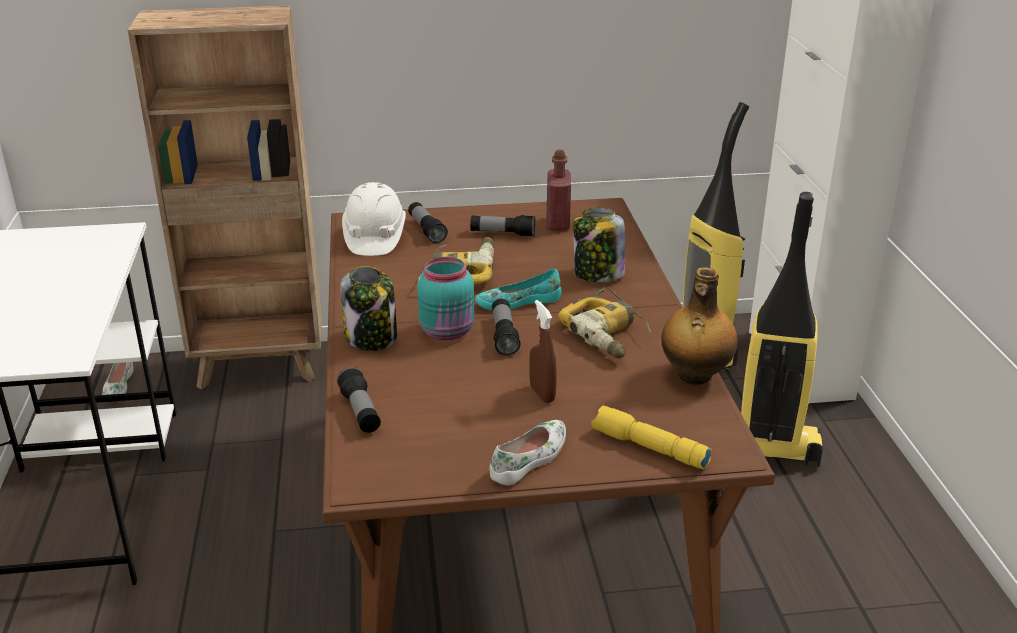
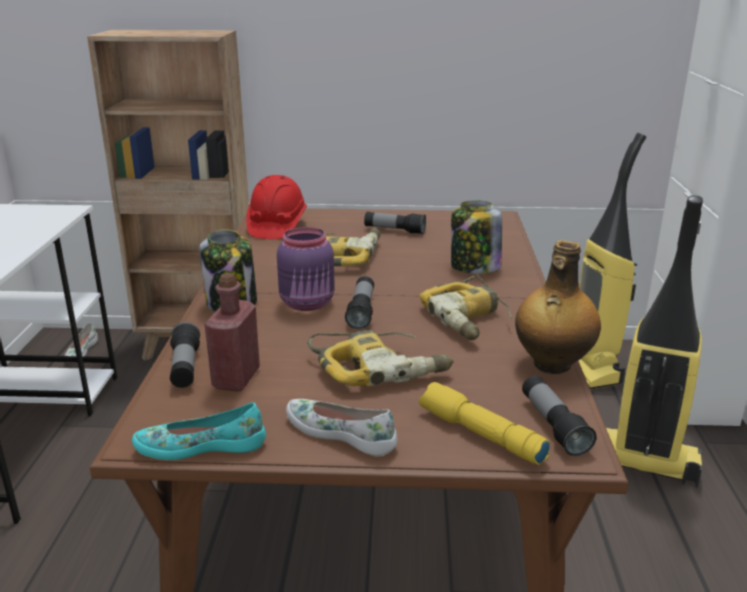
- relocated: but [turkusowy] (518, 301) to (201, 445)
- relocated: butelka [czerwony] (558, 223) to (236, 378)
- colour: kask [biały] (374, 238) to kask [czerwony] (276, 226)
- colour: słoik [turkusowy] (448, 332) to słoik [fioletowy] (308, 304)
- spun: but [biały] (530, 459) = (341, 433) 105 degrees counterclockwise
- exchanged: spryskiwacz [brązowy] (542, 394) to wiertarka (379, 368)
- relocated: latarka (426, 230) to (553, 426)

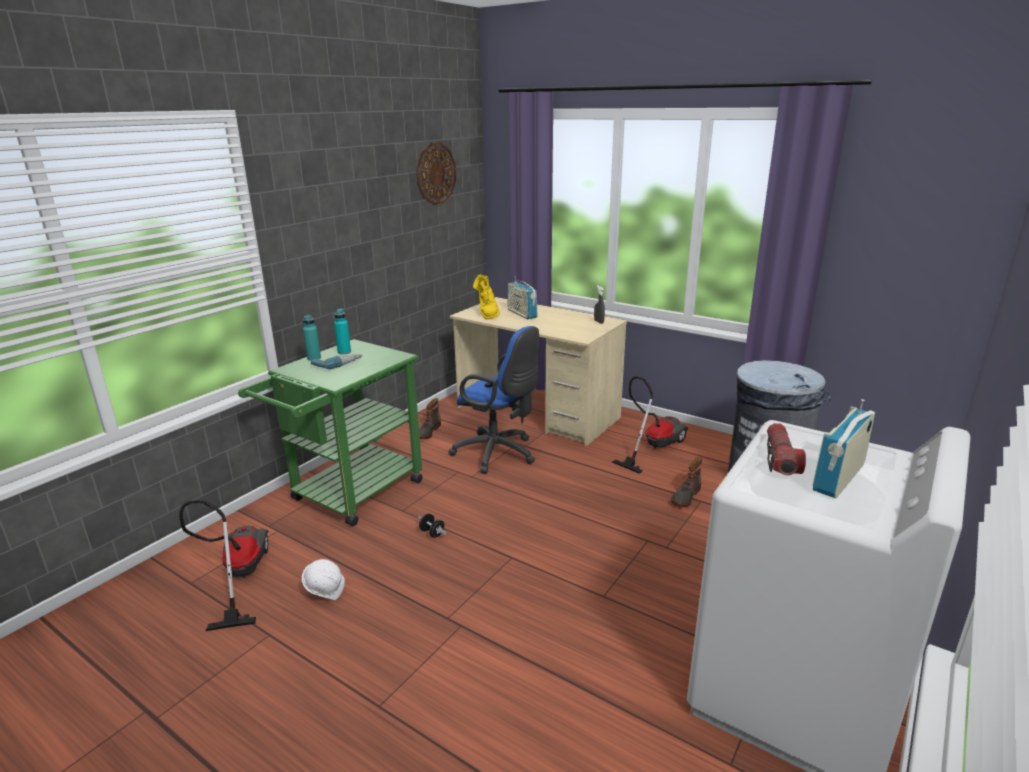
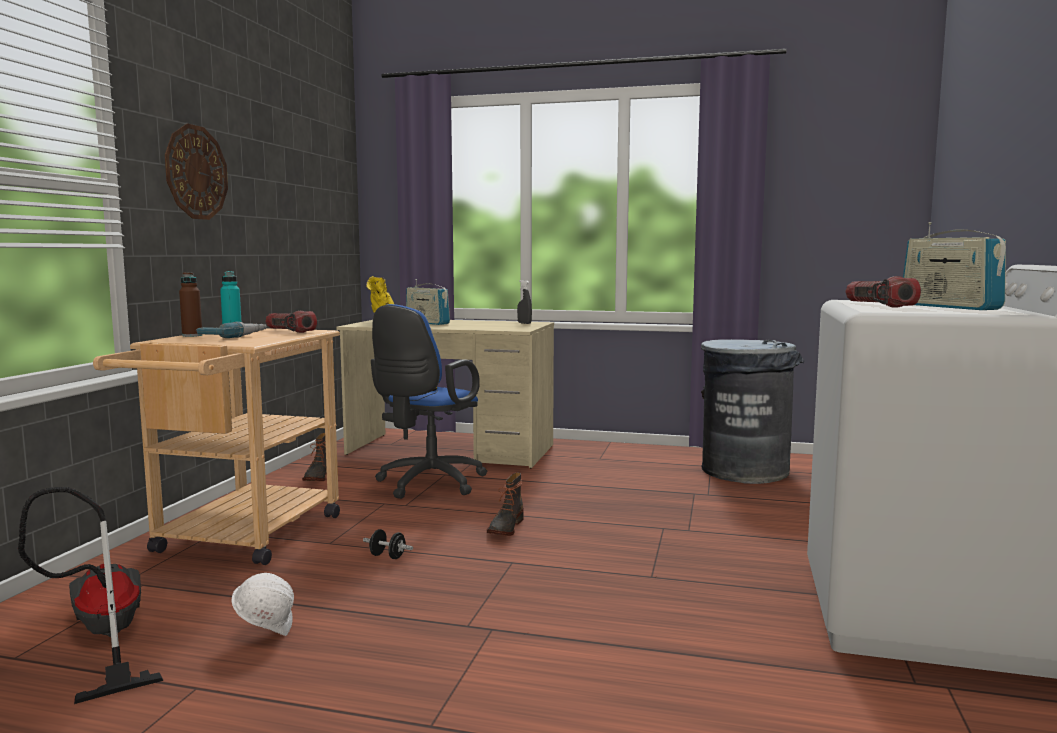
- colour: wózek [zielony] (350, 495) to wózek [beżowy] (240, 539)
- relocated: zegar ścienny (435, 173) to (196, 172)
- colour: butelka [turkusowy] (314, 358) to butelka [brązowy] (192, 335)
- appeared: latarka (289, 331)
- spun: krzesło biurowe [niebieski] (498, 454) = (427, 484) 105 degrees clockwise
- relocated: but z cholewką (685, 496) to (505, 527)
- spun: radio (838, 478) = (949, 307) 45 degrees counterclockwise
- missing: odkurzacz (652, 446)

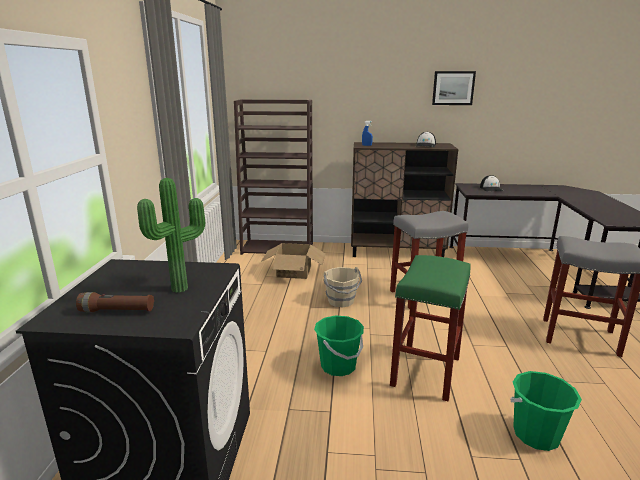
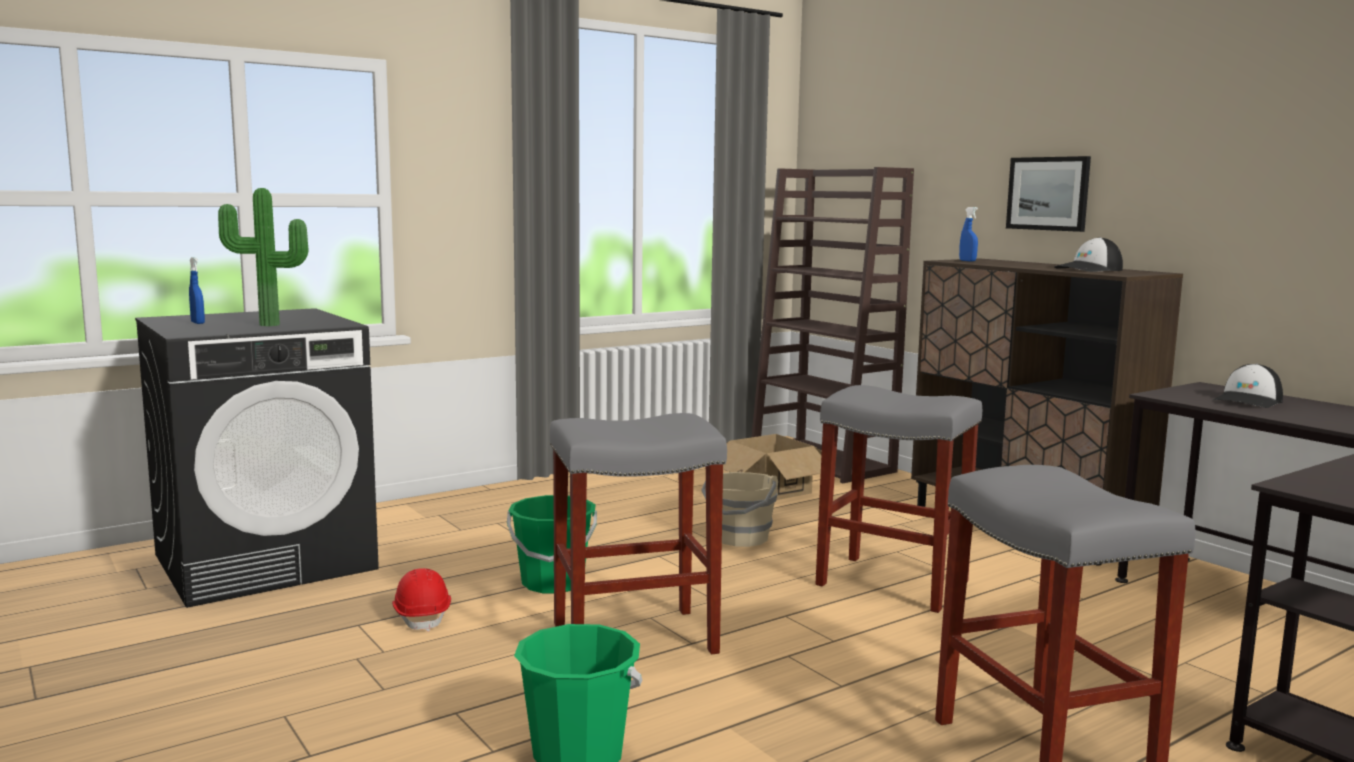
- exchanged: latarka [brązowy] (117, 311) to spryskiwacz [niebieski] (198, 323)
- appeared: kask [czerwony] (422, 616)
- colour: stołek [zielony] (425, 370) to stołek [szary] (636, 637)
- relocated: obraz (453, 88) to (1048, 193)

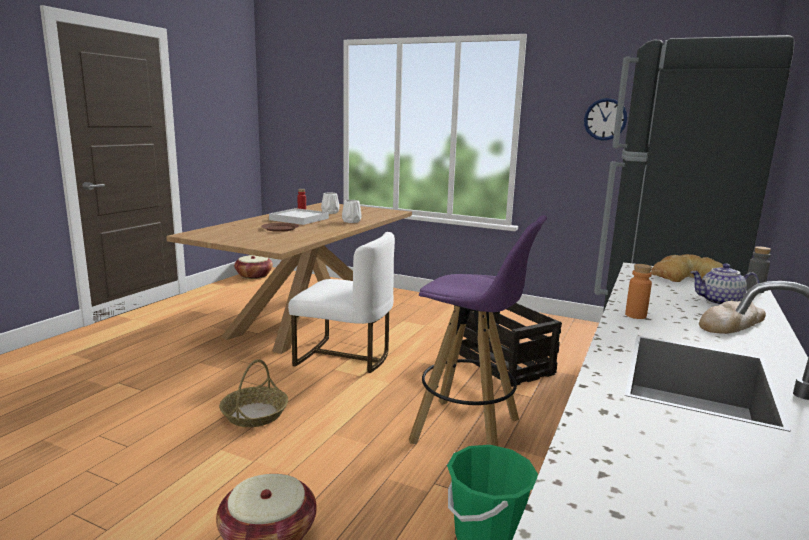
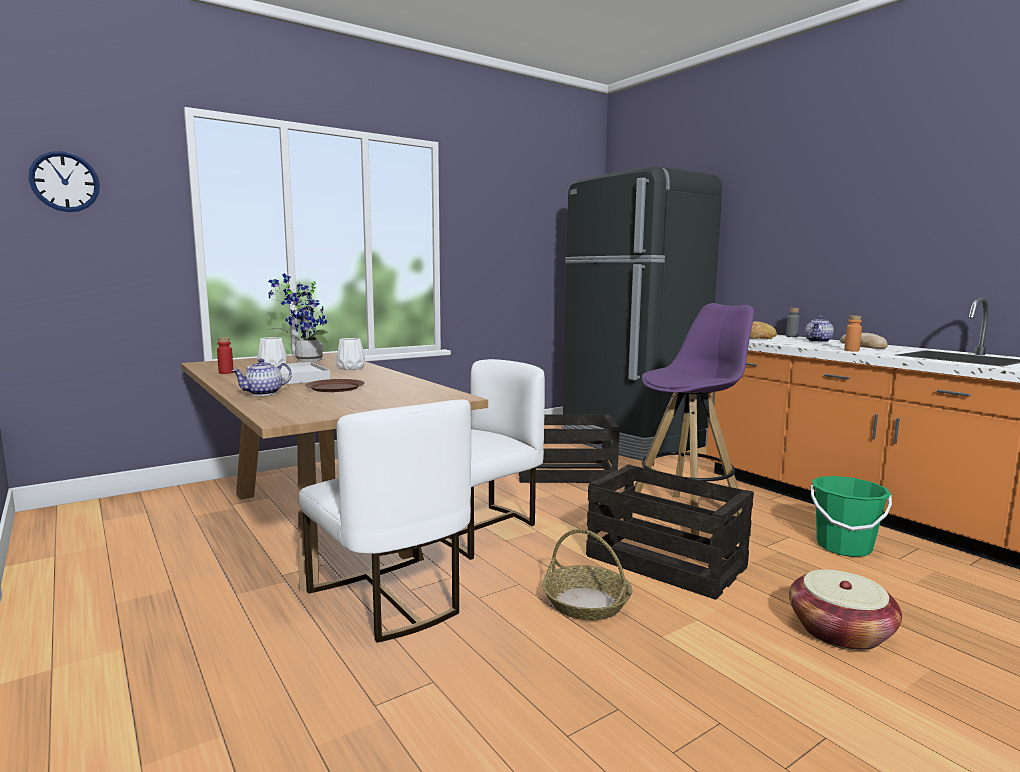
- relocated: zegar ścienny (605, 119) to (65, 182)
- appeared: imbryk (263, 393)
- appeared: roślina doniczkowa (305, 361)
- appeared: krzesło [biały] (389, 599)
- appeared: skrzynka (667, 562)
- missing: koszyk (254, 276)

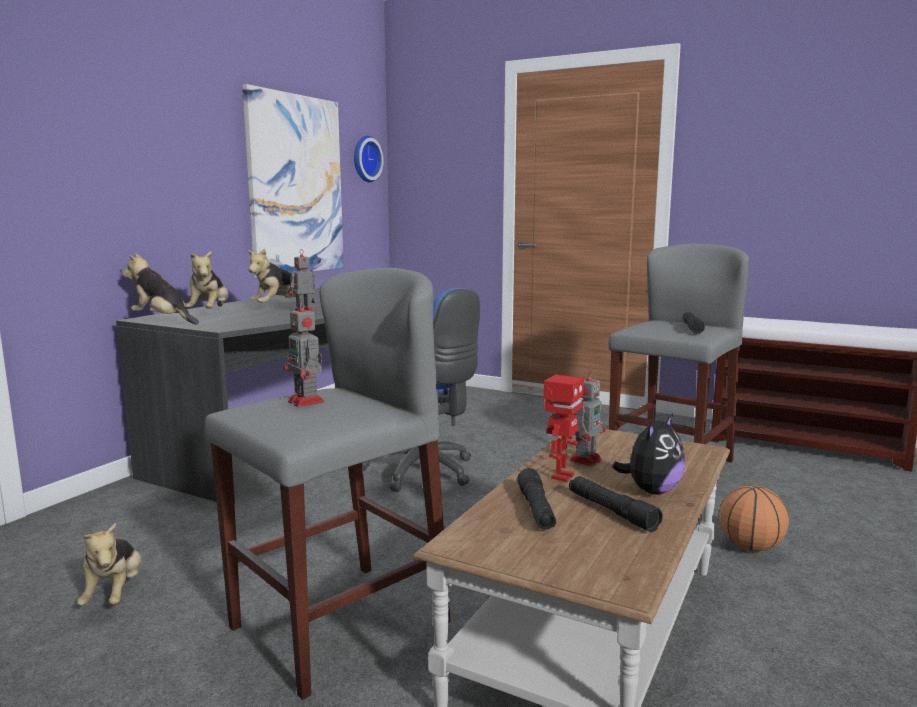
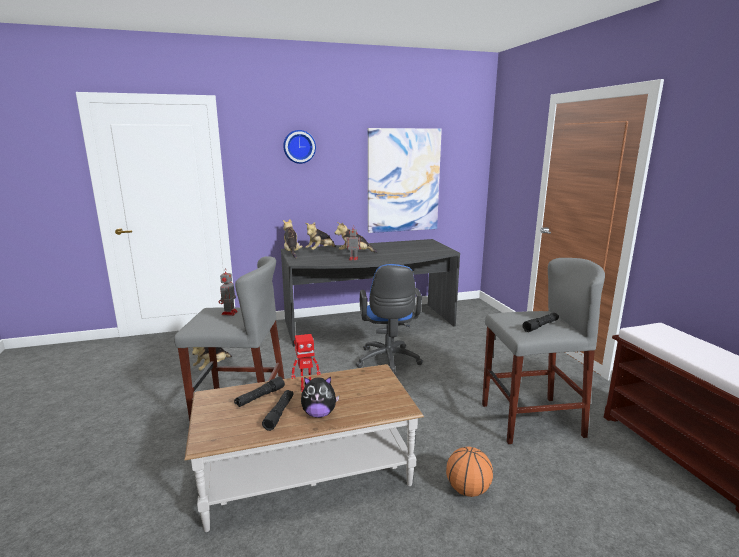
- relocated: zegar ścienny (364, 159) to (299, 146)
- missing: robot zabawkowy (586, 459)

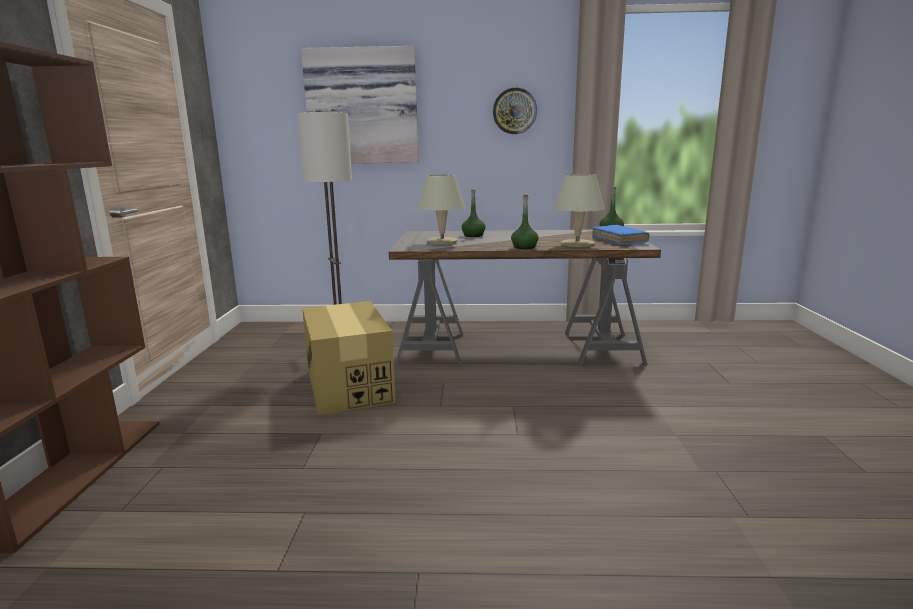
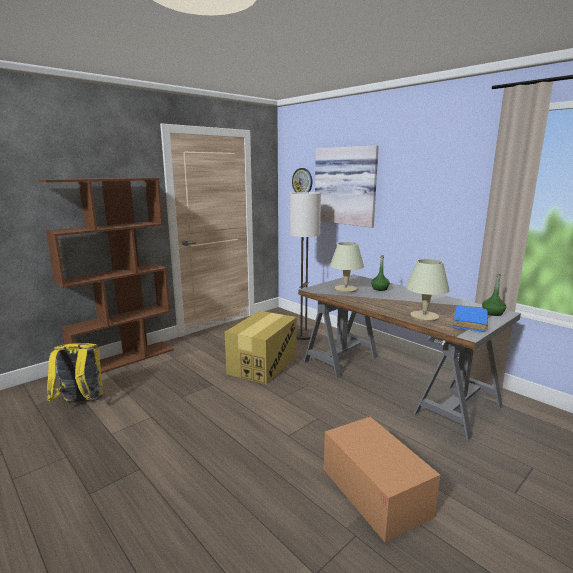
- appeared: plecak [żółty] (81, 402)
- relocated: zegar ścienny (514, 111) to (302, 181)
- appeared: karton (375, 491)
- missing: butelka [zielony] (524, 247)

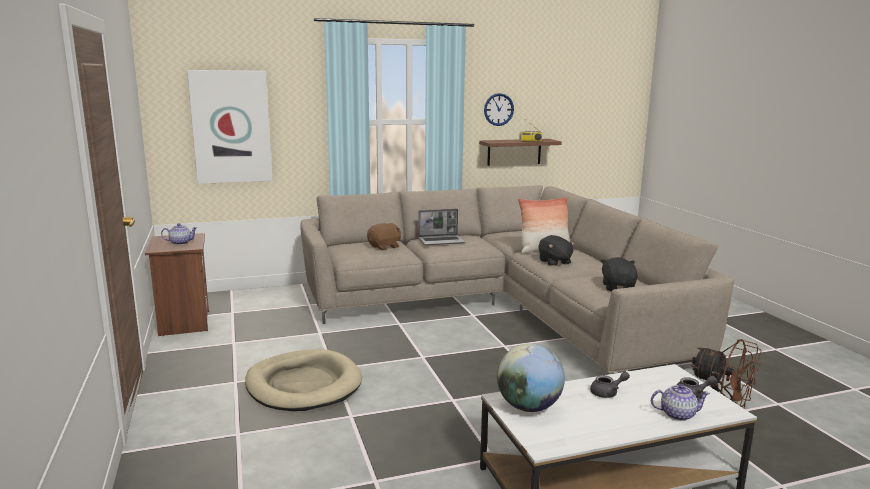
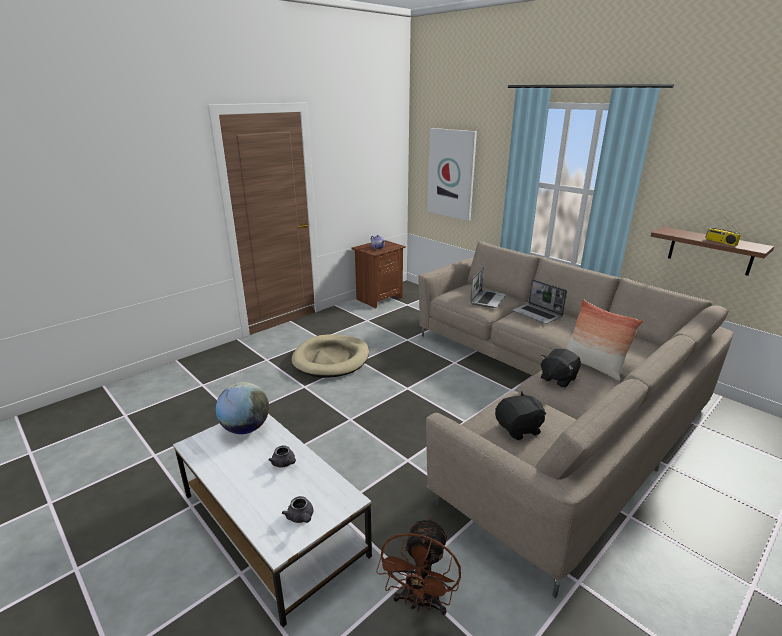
- exchanged: pluszak [brązowy] (384, 247) to laptop (487, 299)
- missing: zegar ścienny (498, 109)
- missing: imbryk (677, 414)

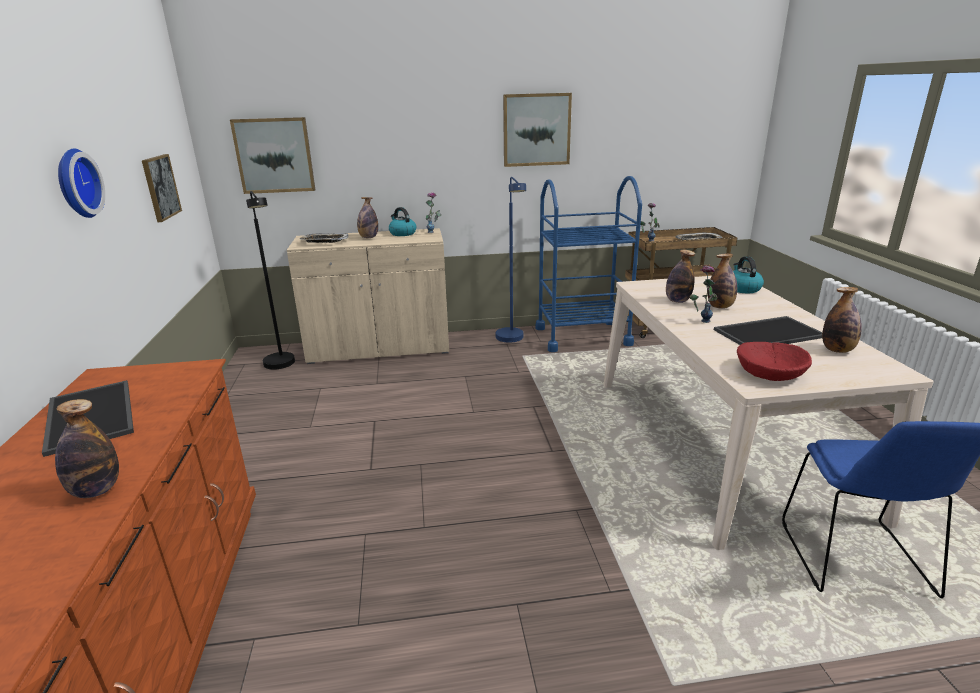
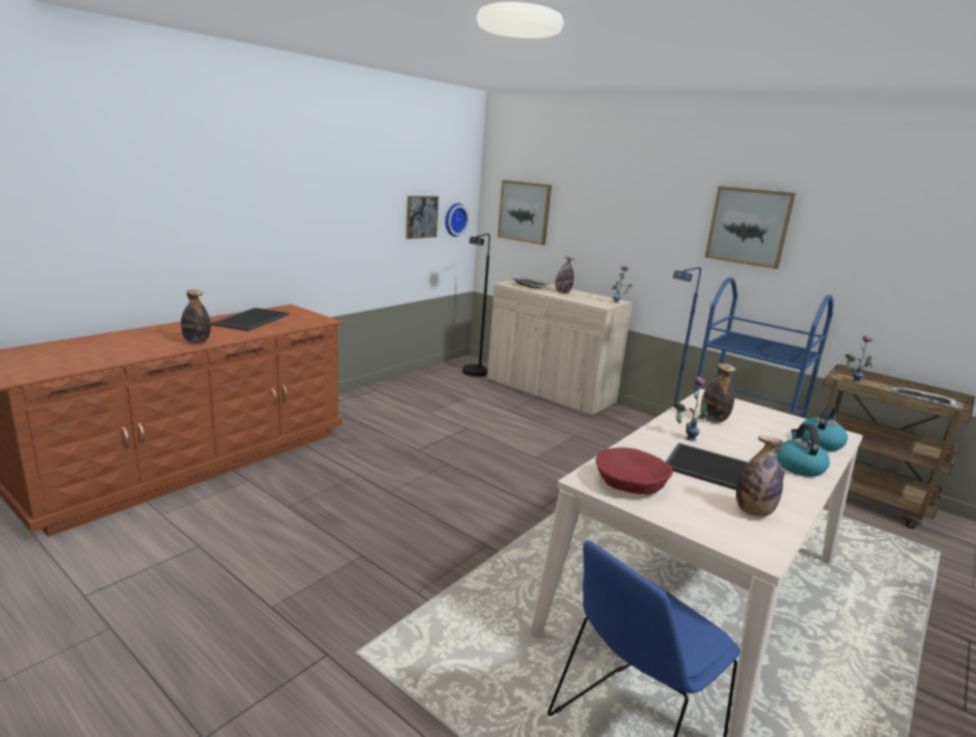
- relocated: zegar ścienny (75, 183) to (454, 219)
- relocated: czajnik (402, 233) to (799, 467)
- missing: butelka (720, 307)

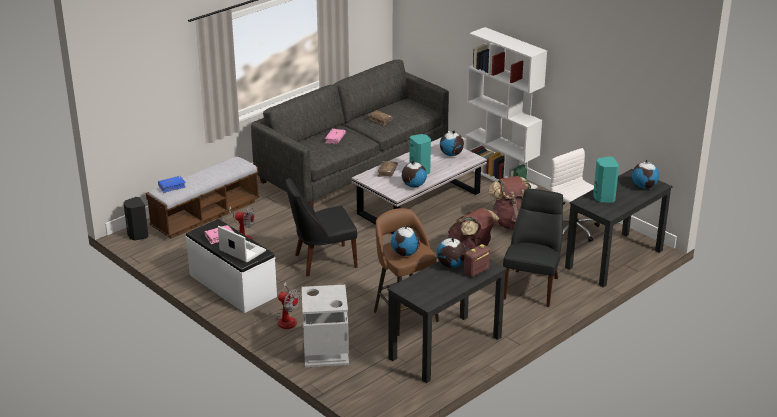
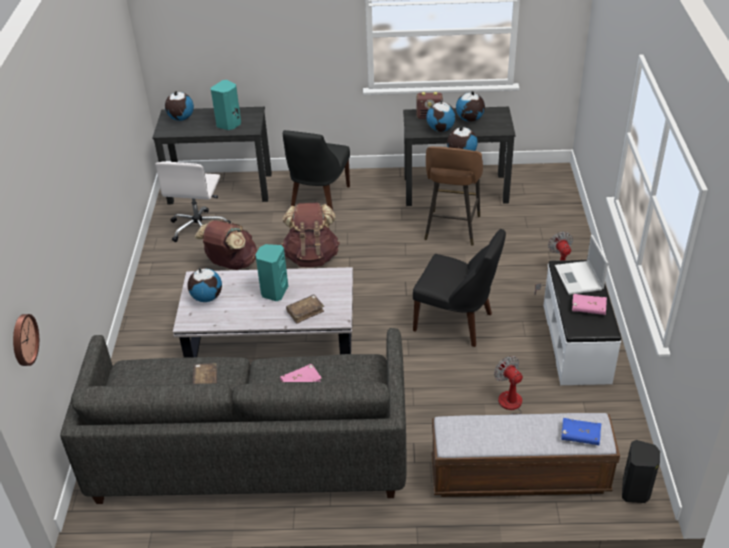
- appeared: zegar ścienny (23, 340)
- spun: krzesło [czarny] (532, 286) = (318, 200) 45 degrees counterclockwise
- relocated: globus (413, 185) to (469, 119)
- missing: kosz na śmieci [szary] (325, 352)
- missing: regał [biały] (501, 177)

